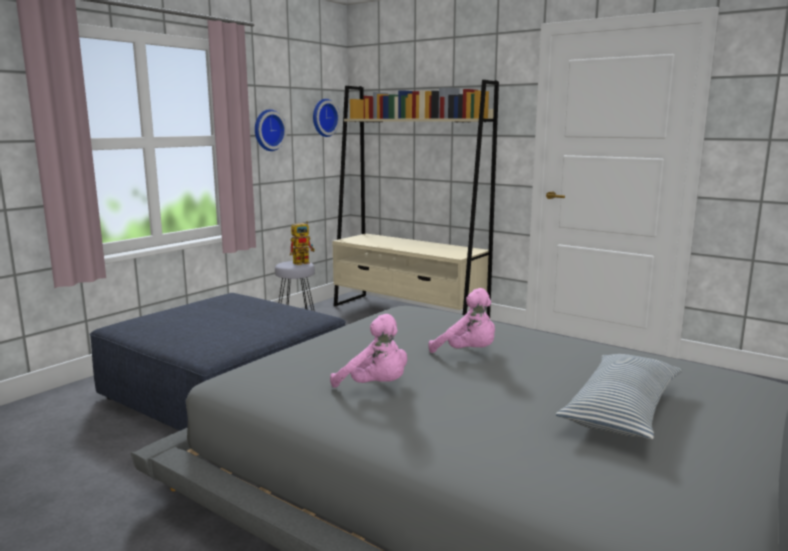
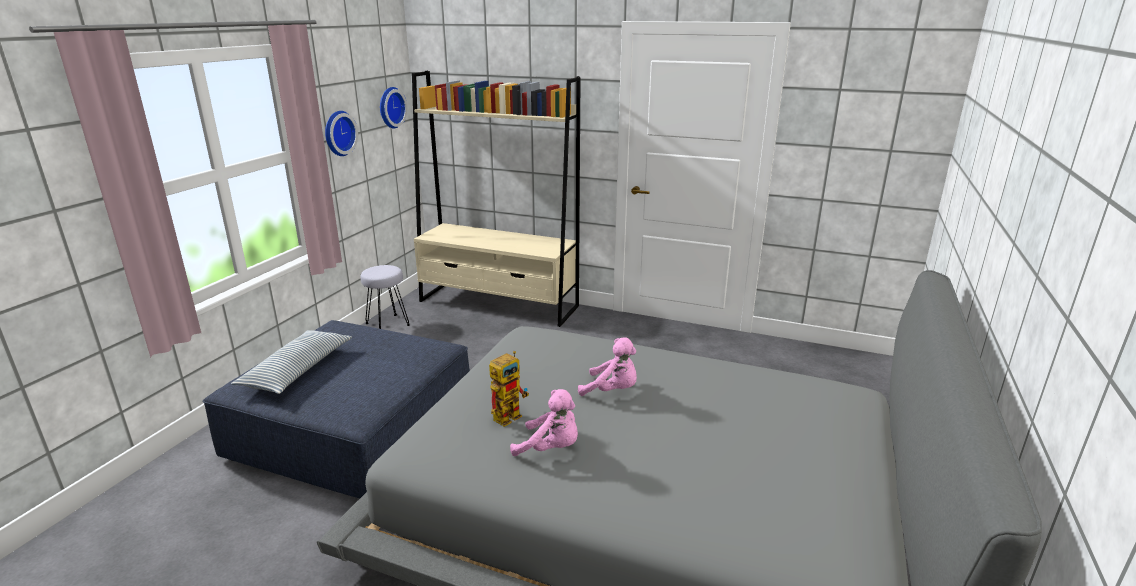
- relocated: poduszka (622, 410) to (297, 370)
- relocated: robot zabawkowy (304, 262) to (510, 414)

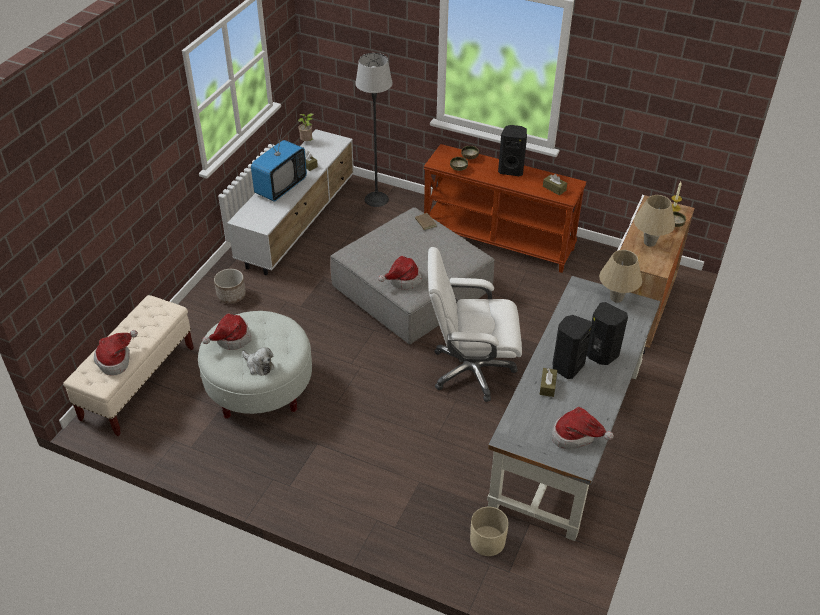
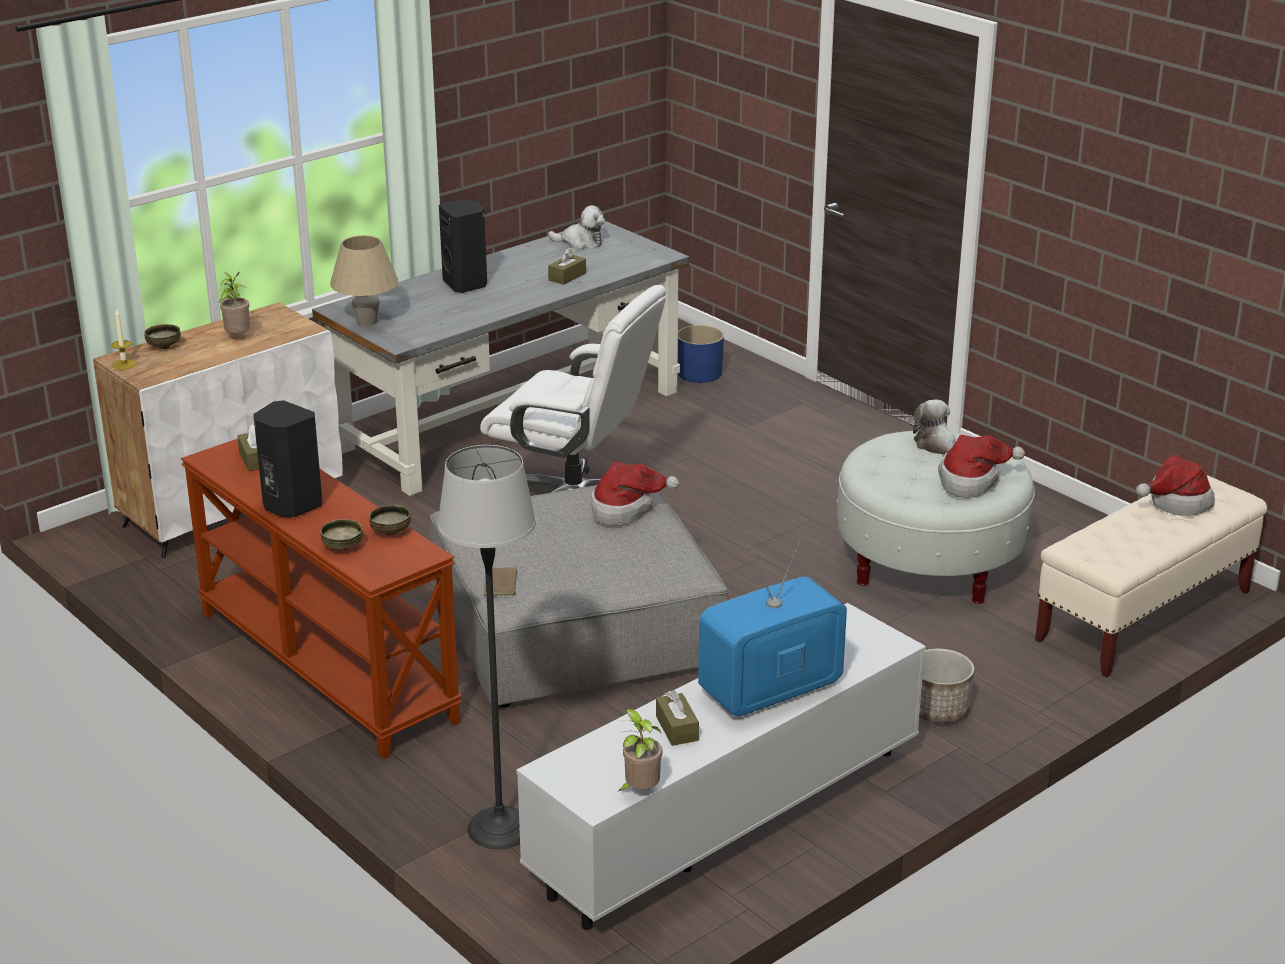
- exchanged: lampa stołowa [beżowy] (649, 242) to roślina doniczkowa (237, 337)
- exchanged: kapelusz (576, 436) to pluszak (580, 242)
- colour: donica [beżowy] (487, 541) to donica [niebieski] (699, 373)
- missing: głośnik [czarny] (567, 366)

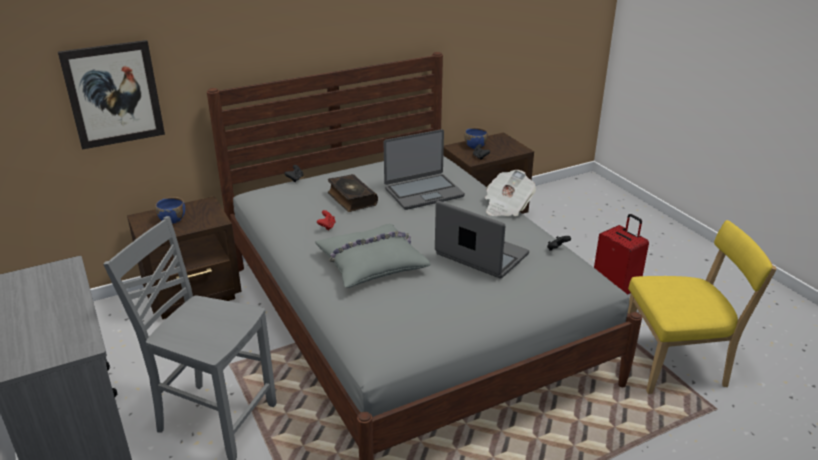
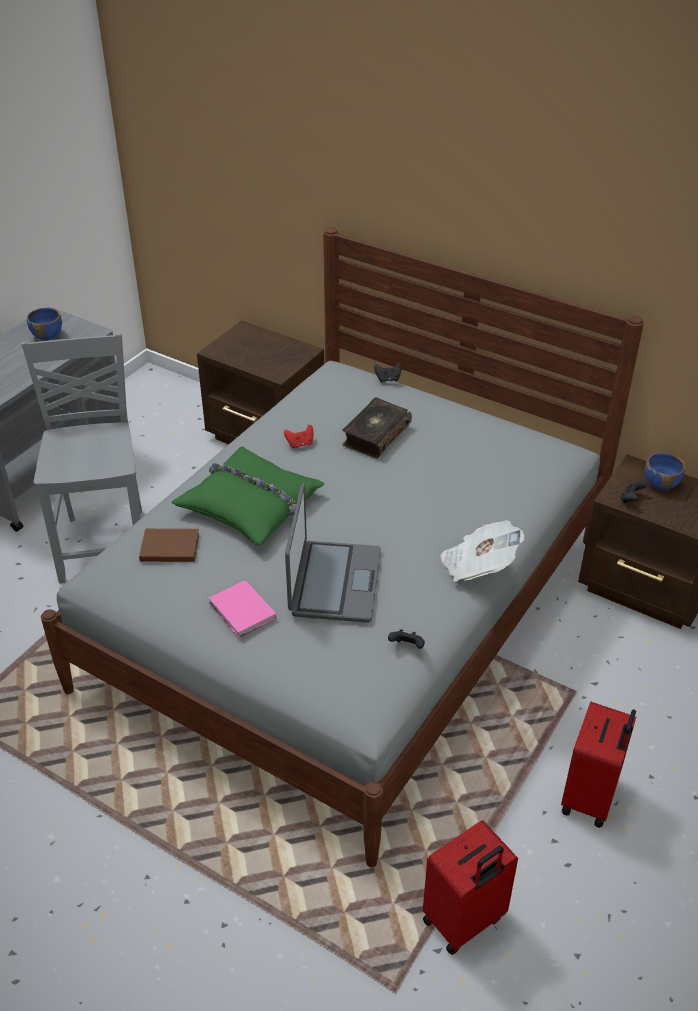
- relocated: miska [niebieski] (172, 219) to (47, 335)
- appeared: książka [brązowy] (168, 546)
- colour: poduszka [szary] (371, 263) to poduszka [zielony] (251, 505)
- appeared: książka [różowy] (242, 612)
- exchanged: krzesło [żółty] (677, 364) to walizka [czerwony] (464, 921)
- missing: obraz (113, 94)
- missing: laptop (423, 192)

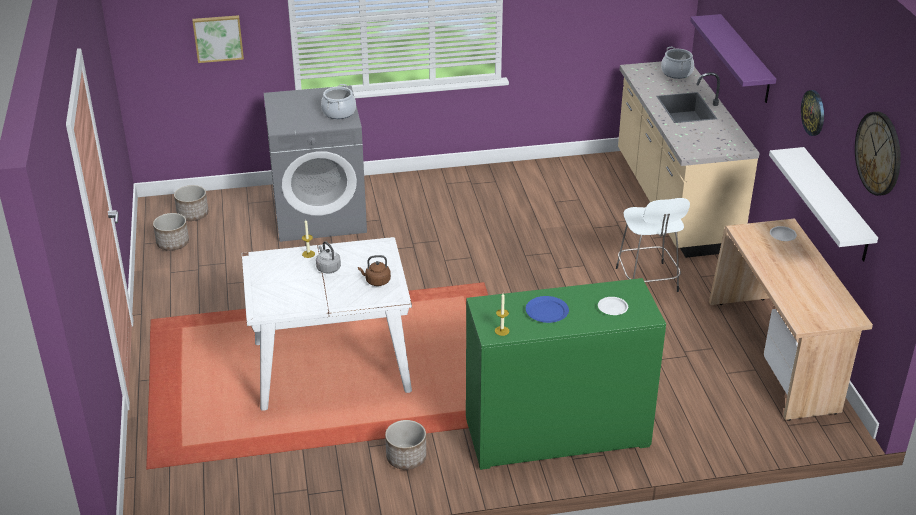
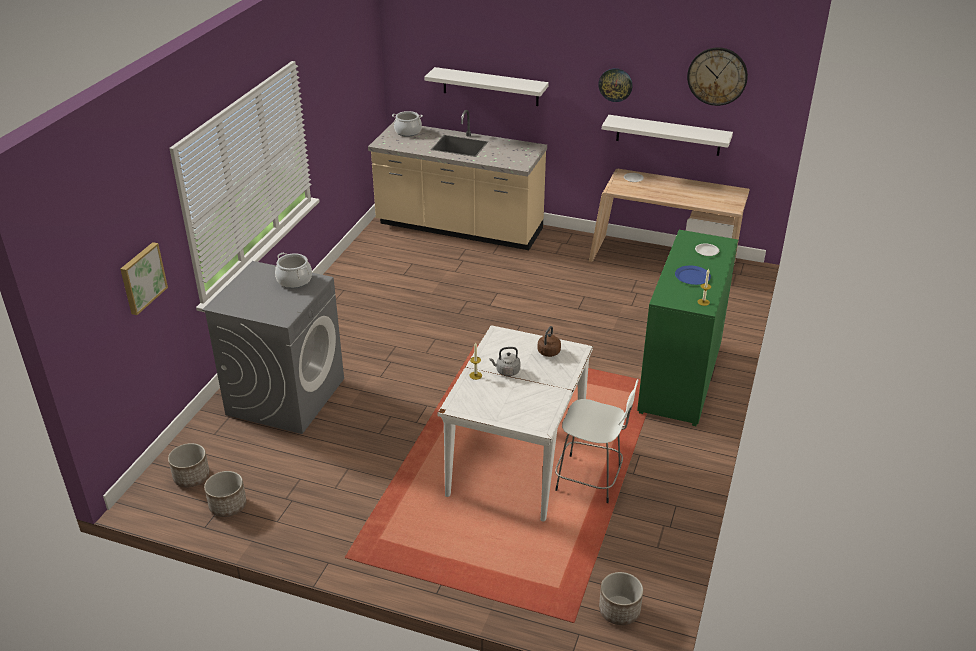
- colour: półka [fioletowy] (745, 59) to półka [biały] (490, 86)
- relocated: stołek [biały] (647, 281) to (591, 480)
- relocated: donica (406, 457) to (619, 611)

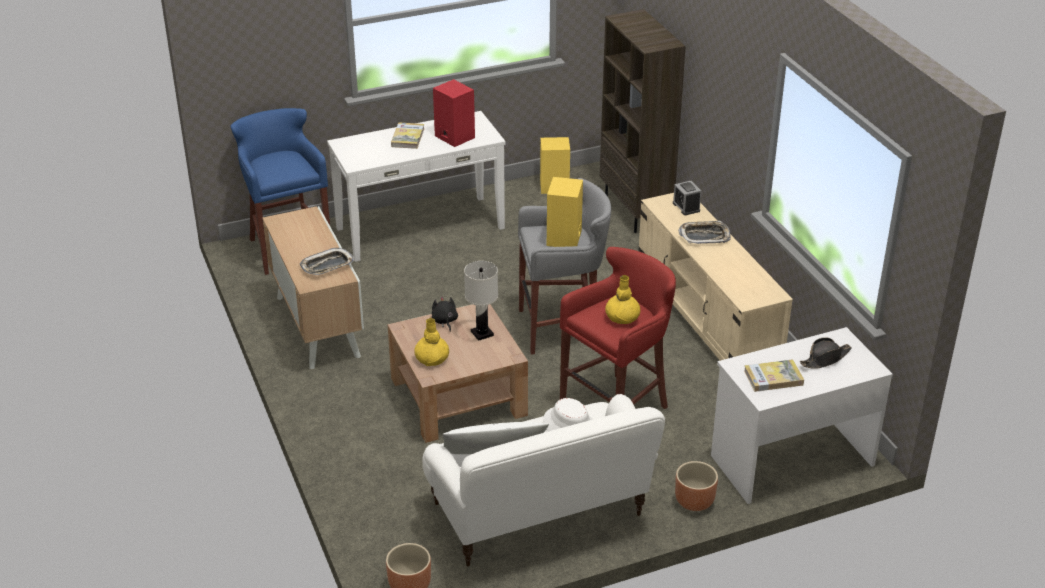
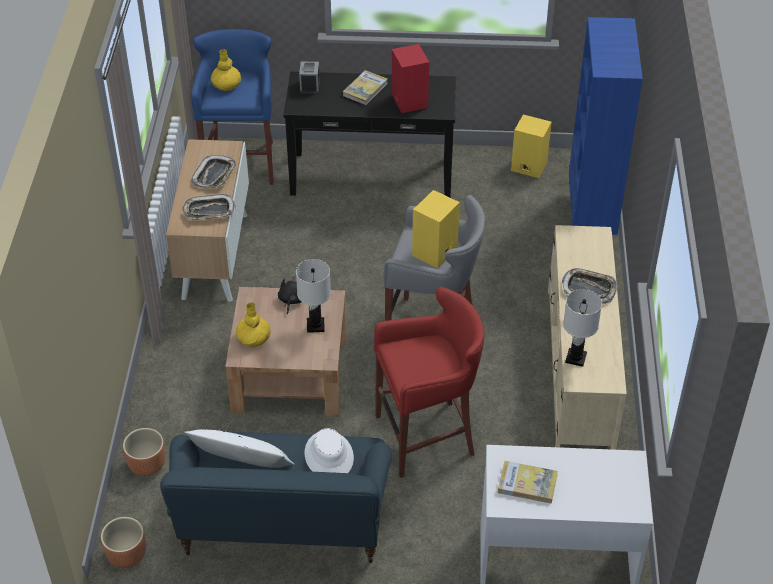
- relocated: donica [brązowy] (694, 502) to (147, 465)
- colour: kanapa [biały] (539, 513) to kanapa [niebieski] (283, 524)
- appeared: taca (214, 175)
- relocated: wazon [żółty] (622, 317) to (226, 84)
- colour: stolik konsolowy [biały] (420, 228) to stolik konsolowy [czarny] (372, 175)
- relocated: budzik (686, 207) to (310, 86)
- appeared: lampa stołowa [biały] (576, 358)
- colour: regał [brązowy] (636, 212) to regał [niebieski] (591, 220)
- missing: kapelusz [czarny] (825, 359)

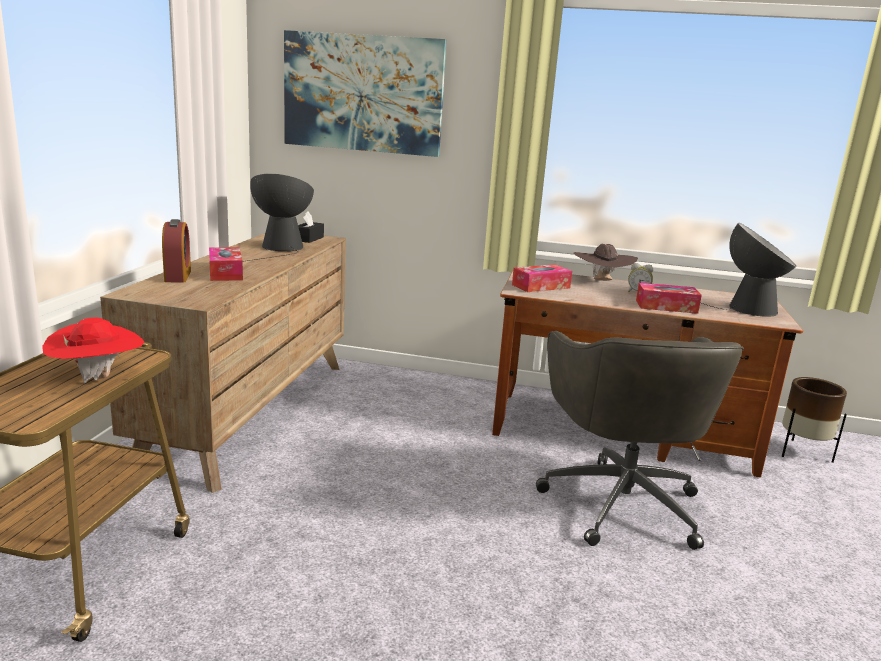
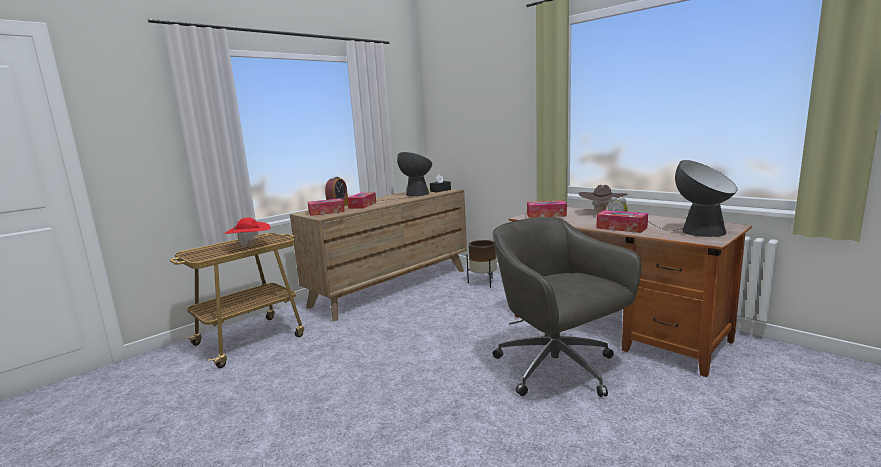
- appeared: pudełko chusteczek (326, 212)
- relocated: donica [brązowy] (802, 452) to (483, 283)
- spun: krzesło biurowe [szary] (621, 502) = (558, 369) 120 degrees clockwise
- missing: obraz (363, 93)

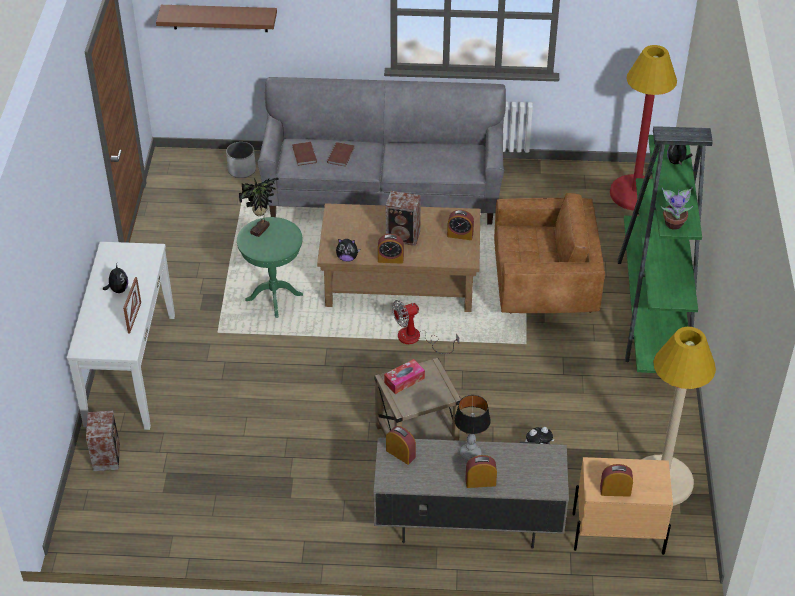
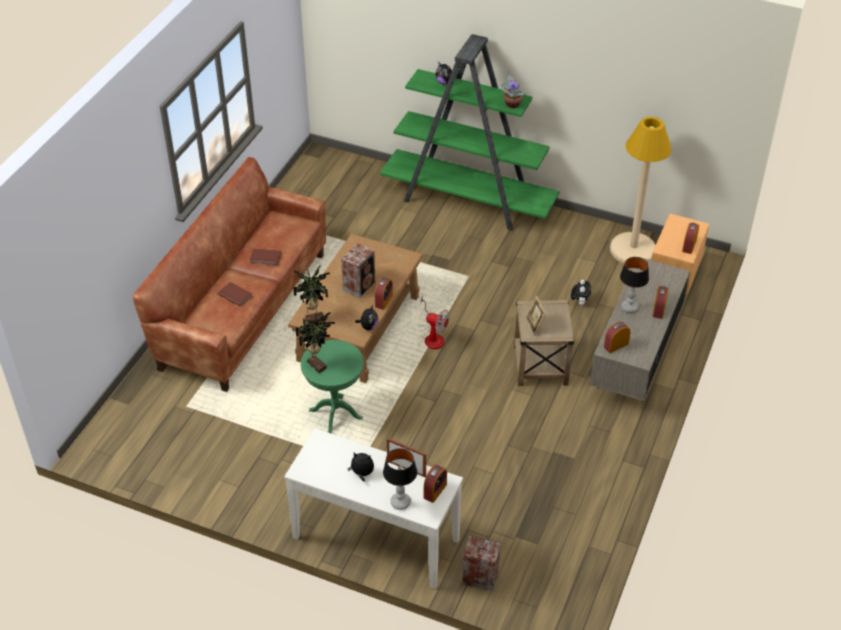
- colour: kanapa [szary] (383, 194) to kanapa [brązowy] (243, 310)
- relocated: książka [brązowy] (303, 155) to (265, 258)
- appeared: roślina doniczkowa (314, 319)
- appeared: lampa stołowa (400, 502)
- spun: wentylator (416, 339) = (432, 336) 60 degrees counterclockwise
- relocated: budzik (460, 235) to (435, 491)
- exchanged: pudełko chusteczek (404, 380) to ramka na zdjęcie (534, 326)
- missing: półka [brązowy] (219, 18)
- missing: donica [biały] (242, 170)
- missing: fotel [brązowy] (544, 288)
- missing: lampa stojąca [czerwony] (635, 194)

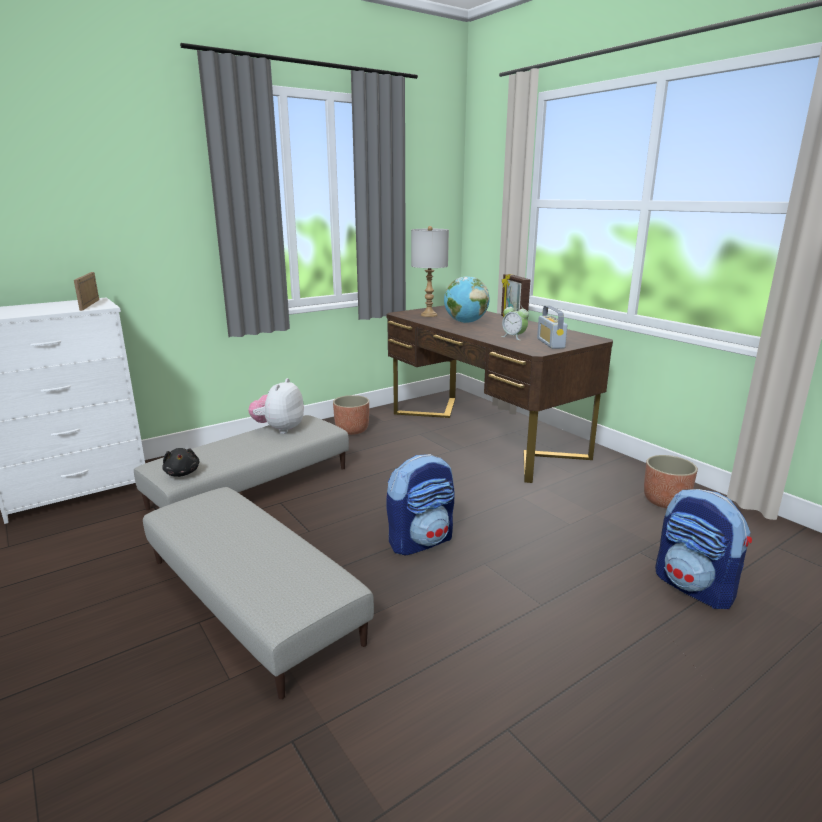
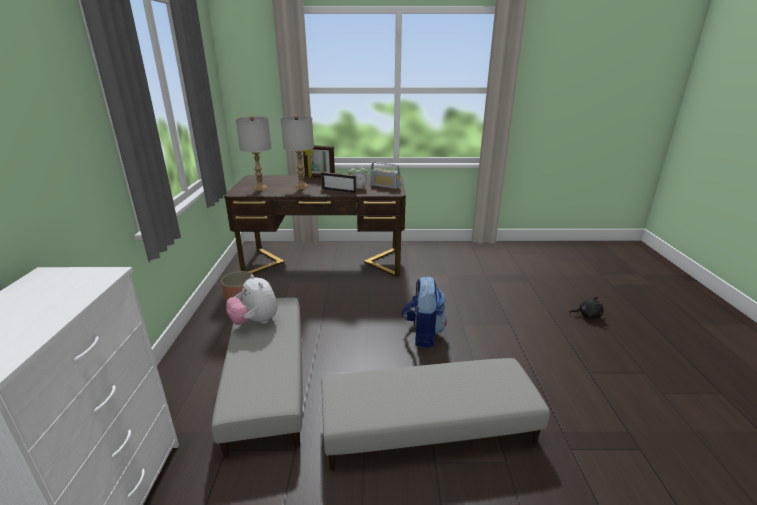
- exchanged: globus (465, 322) to lampa stołowa [szary] (301, 187)
- relocated: ramka na zdjęcie (90, 305) to (338, 191)
- relocated: pluszak [czarny] (182, 473) to (587, 315)
- missing: donica (665, 501)
- missing: plecak (695, 587)

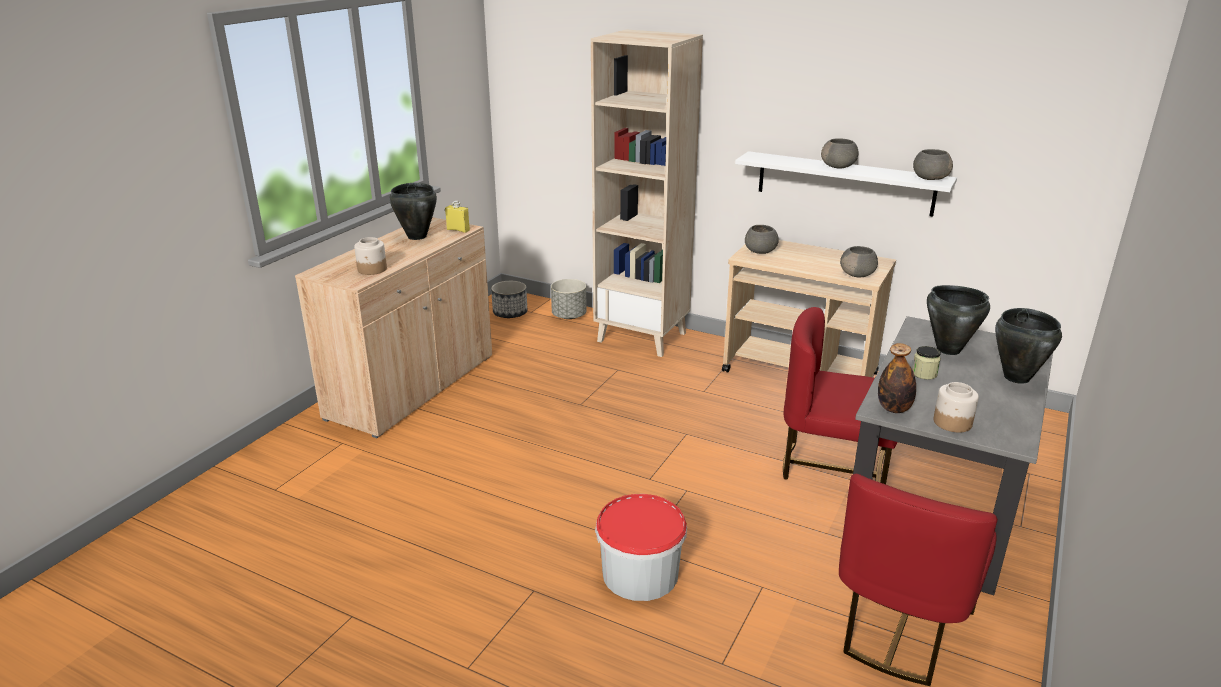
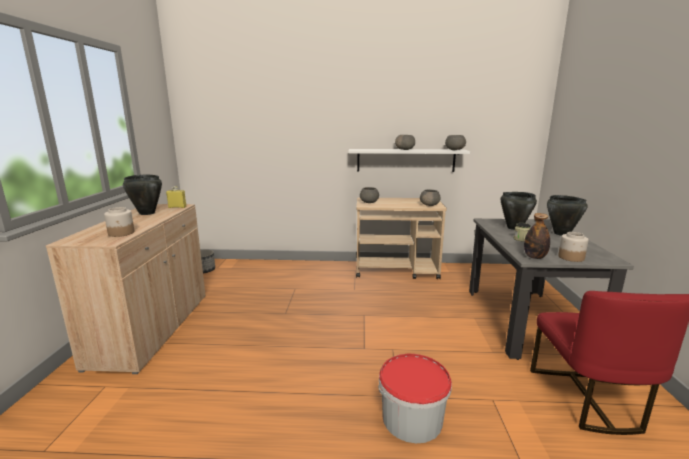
- missing: donica [szary] (569, 316)
- missing: regał [beżowy] (643, 337)
- missing: krzesło [czerwony] (834, 469)

